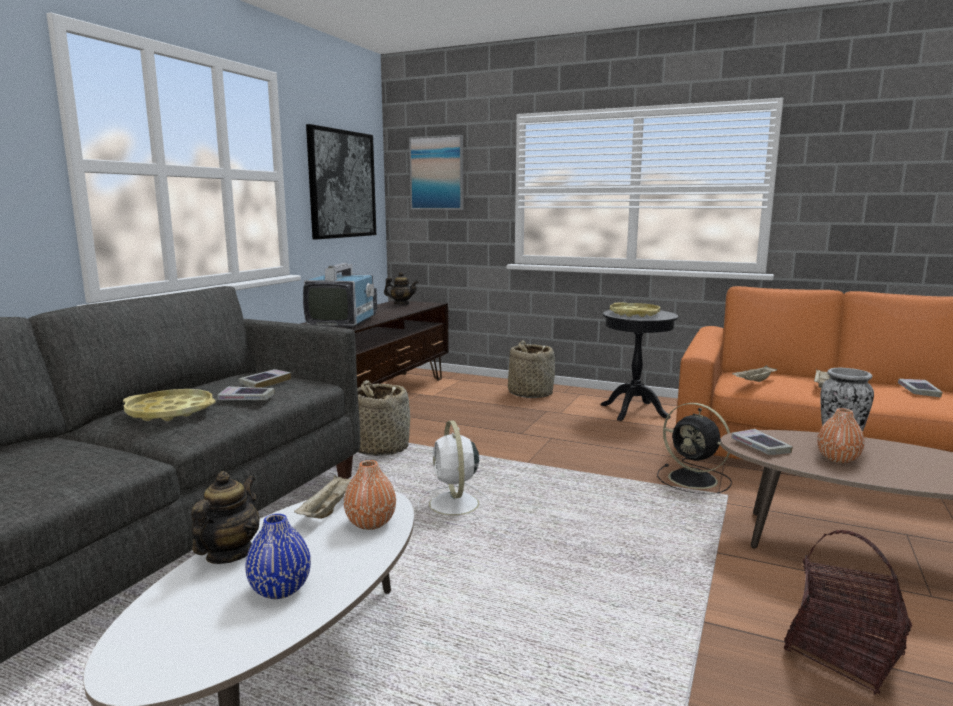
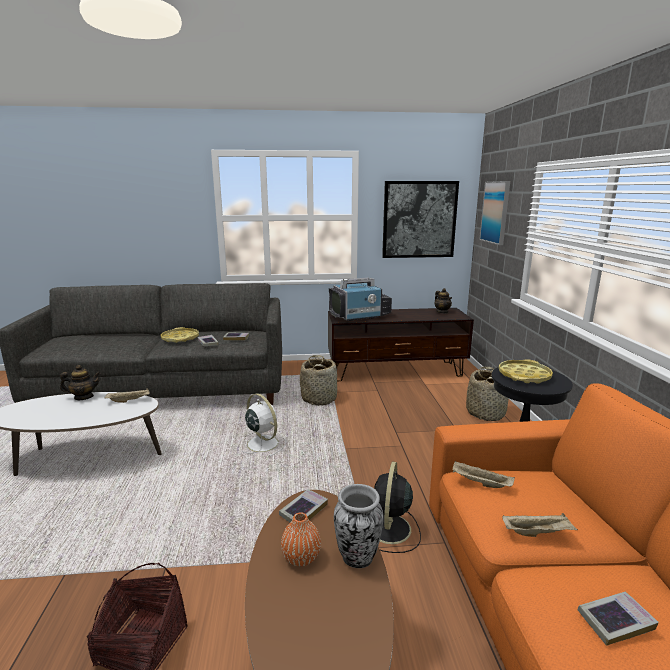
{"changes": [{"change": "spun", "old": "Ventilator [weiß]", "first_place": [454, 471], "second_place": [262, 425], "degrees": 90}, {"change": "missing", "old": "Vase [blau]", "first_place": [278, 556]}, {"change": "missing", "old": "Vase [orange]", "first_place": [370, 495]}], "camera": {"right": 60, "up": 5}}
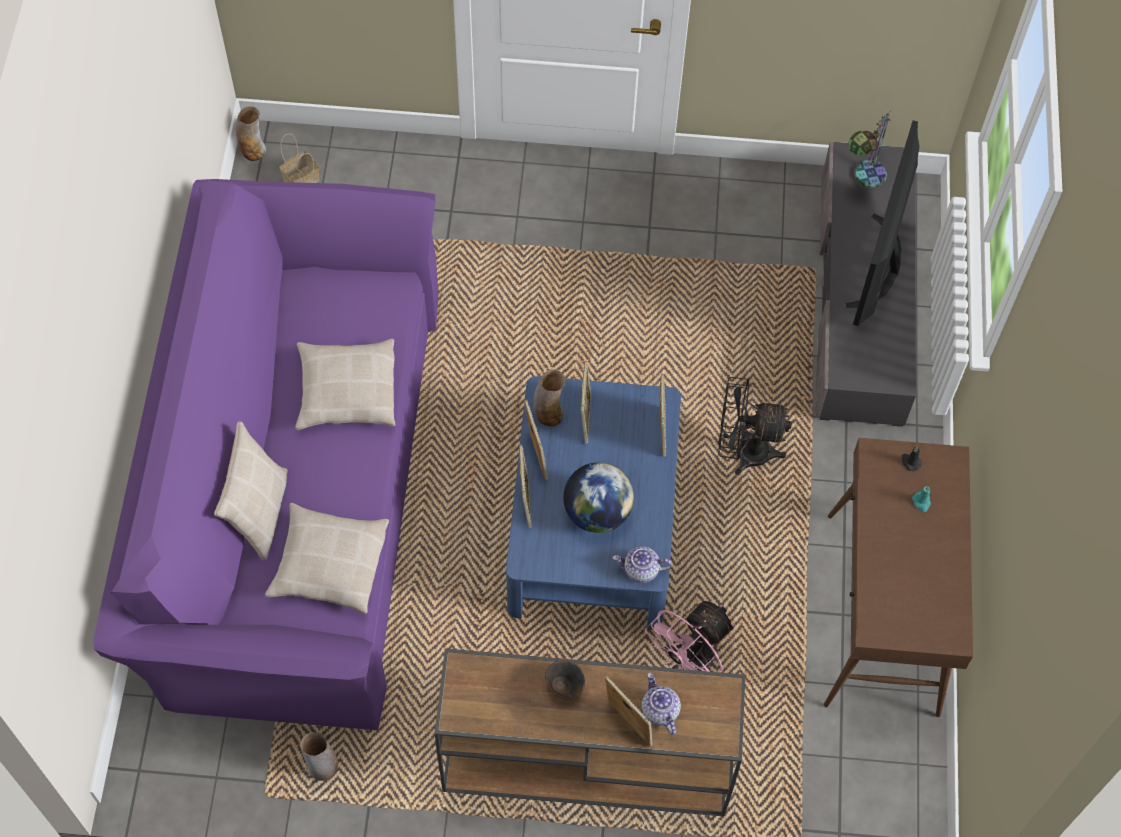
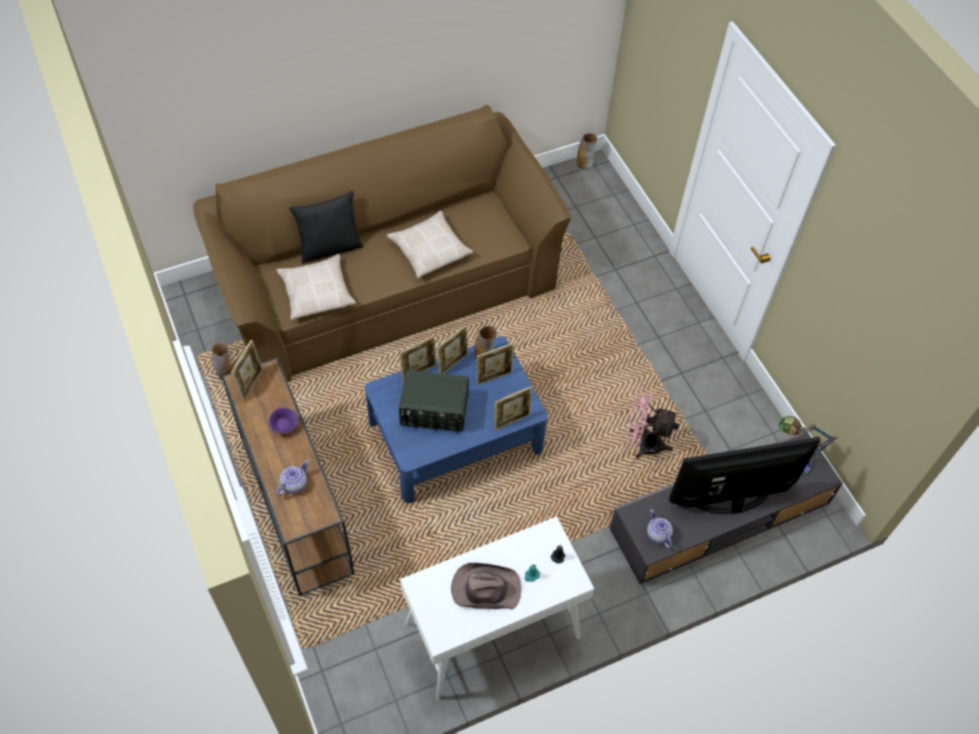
{"changes": [{"change": "colour", "old": "Sofa [lila]", "new": "Sofa [braun]", "first_place": [266, 454], "second_place": [382, 243]}, {"change": "relocated", "old": "Bilderrahmen", "first_place": [629, 711], "second_place": [247, 370]}, {"change": "colour", "old": "Schüssel [braun]", "new": "Schüssel [lila]", "first_place": [565, 679], "second_place": [283, 421]}, {"change": "colour", "old": "Kissen [beige]", "new": "Kissen [schwarz]", "first_place": [251, 490], "second_place": [326, 227]}, {"change": "exchanged", "old": "Globus", "new": "Radio", "first_place": [598, 497], "second_place": [434, 401]}, {"change": "colour", "old": "Konsolentisch [braun]", "new": "Konsolentisch [weiß]", "first_place": [898, 577], "second_place": [497, 608]}, {"change": "appeared", "new": "Hut [braun]", "second_place": [486, 586]}, {"change": "relocated", "old": "Ventilator [rosa]", "first_place": [690, 636], "second_place": [652, 423]}, {"change": "relocated", "old": "Teekanne", "first_place": [642, 564], "second_place": [660, 528]}, {"change": "missing", "old": "Korb", "first_place": [299, 158]}, {"change": "missing", "old": "Ventilator [schwarz]", "first_place": [755, 426]}], "camera": {"right": 60, "up": -5}}
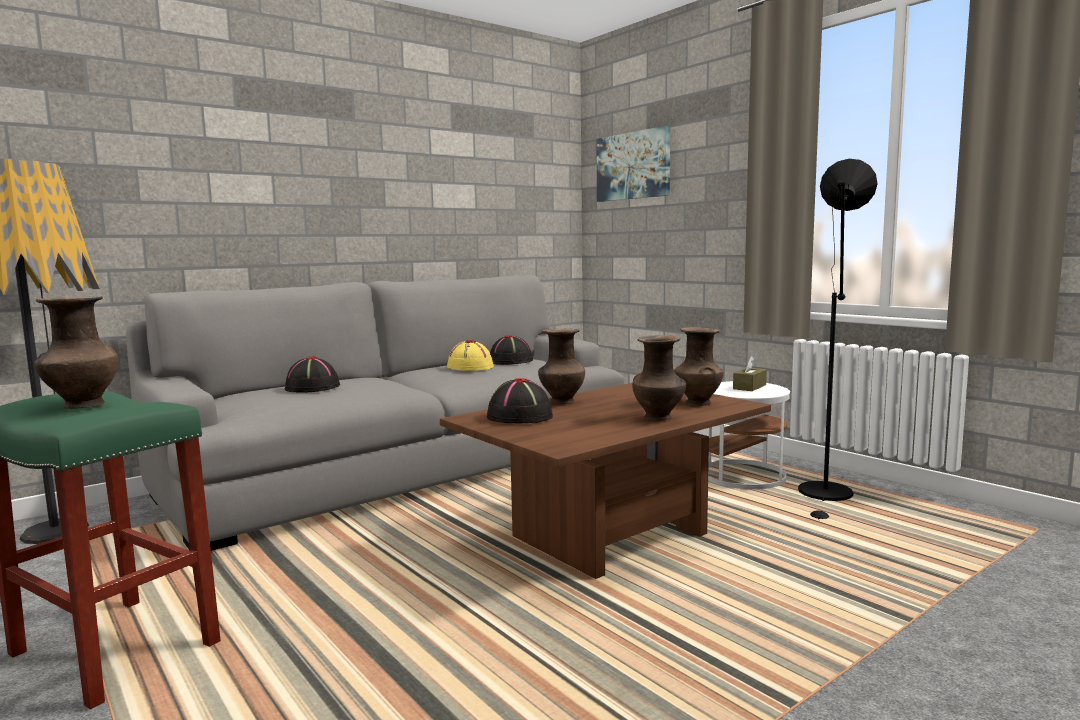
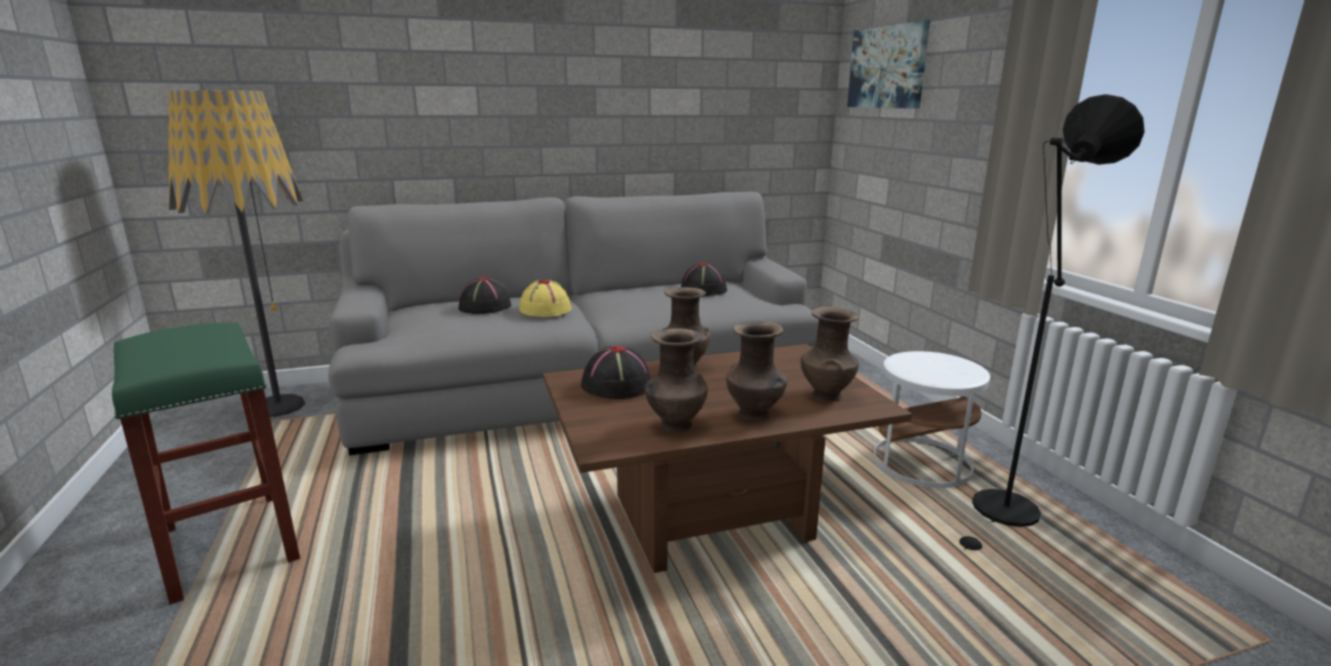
{"changes": [{"change": "relocated", "old": "Hut [gelb]", "first_place": [470, 355], "second_place": [545, 298]}, {"change": "relocated", "old": "Vase [braun]", "first_place": [76, 352], "second_place": [676, 380]}, {"change": "missing", "old": "Taschentuchbox [braun]", "first_place": [750, 373]}], "camera": {"right": 20, "up": 10}}
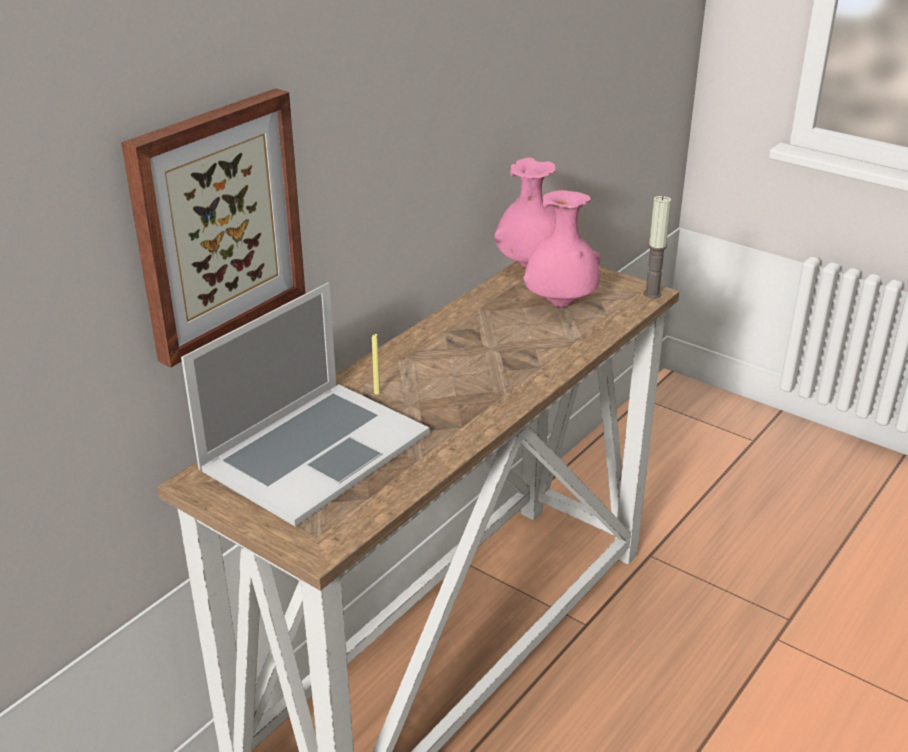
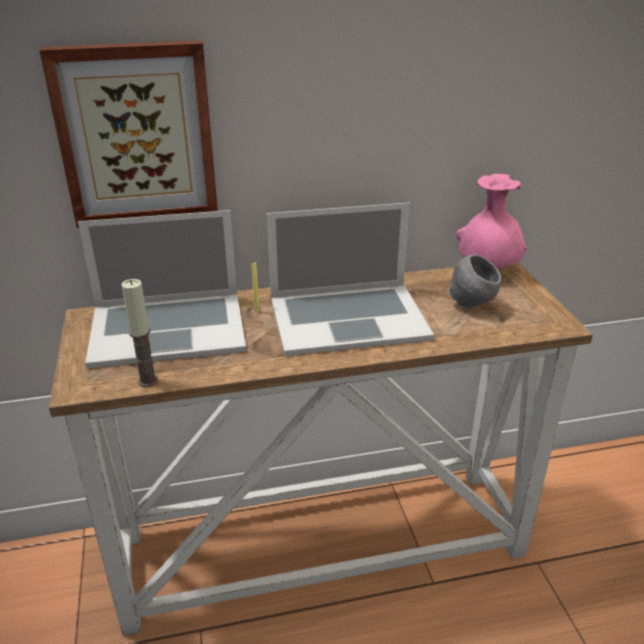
{"changes": [{"change": "relocated", "old": "Kerze", "first_place": [657, 247], "second_place": [139, 333]}, {"change": "appeared", "new": "Laptop", "second_place": [350, 279]}, {"change": "exchanged", "old": "Vase [rosa]", "new": "Schüssel [grau]", "first_place": [561, 248], "second_place": [475, 281]}], "camera": {"right": 40, "up": 0}}
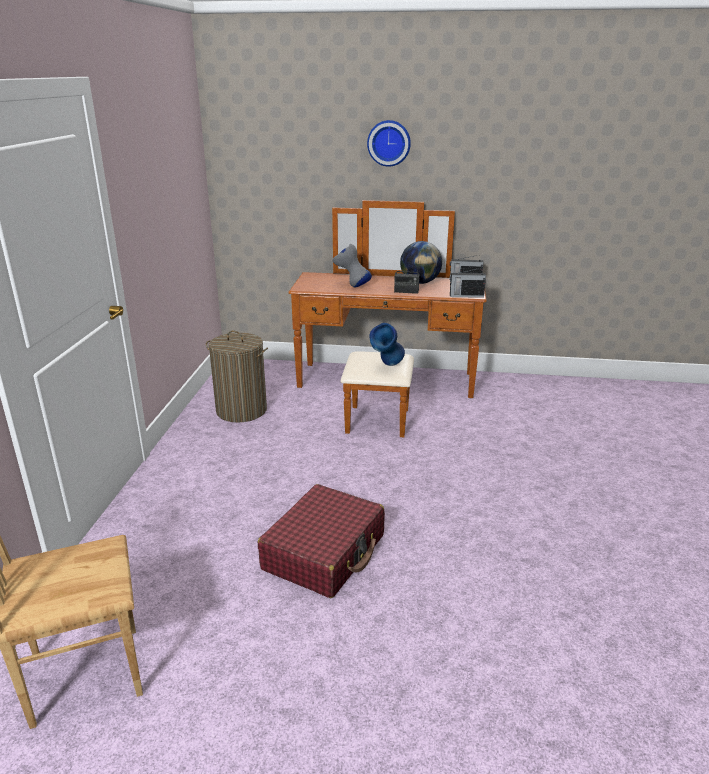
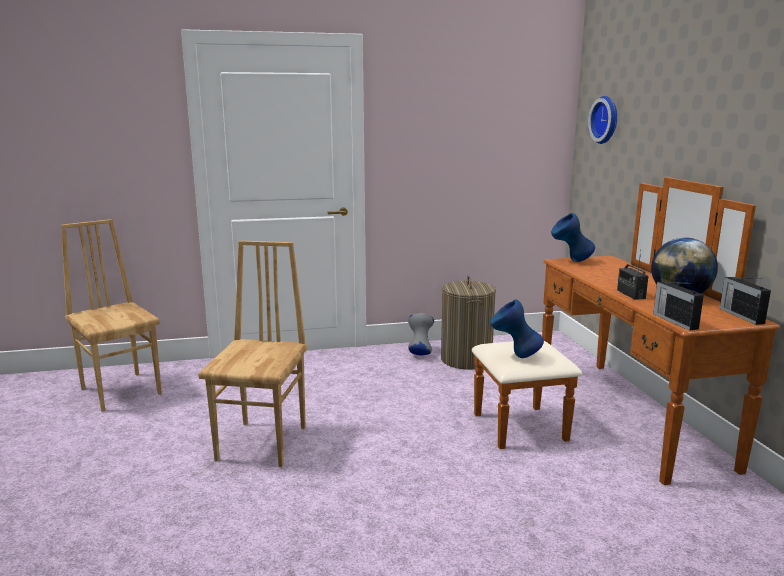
{"changes": [{"change": "exchanged", "old": "Koffer [rot]", "new": "Stuhl [braun]", "first_place": [321, 541], "second_place": [253, 354]}, {"change": "relocated", "old": "Vase [grau]", "first_place": [352, 265], "second_place": [421, 334]}, {"change": "appeared", "new": "Vase [blau]", "second_place": [573, 237]}, {"change": "relocated", "old": "Wanduhr", "first_place": [389, 143], "second_place": [602, 120]}], "camera": {"right": 70, "up": -10}}
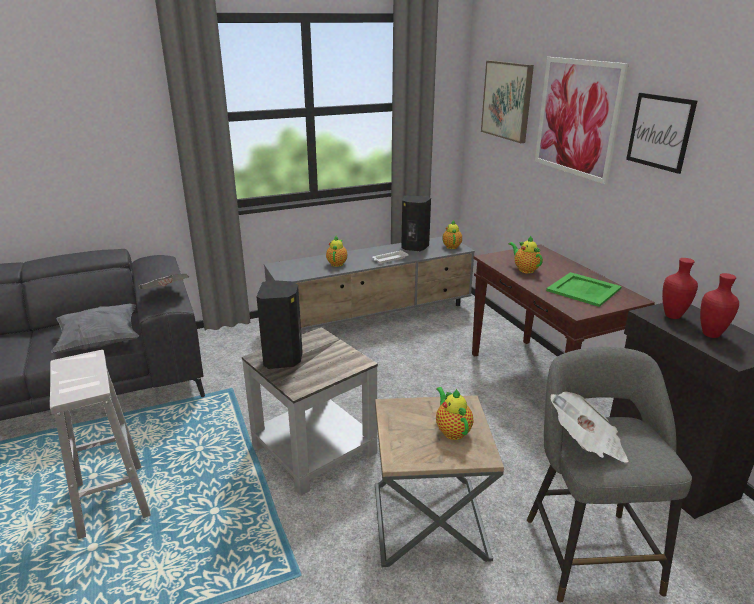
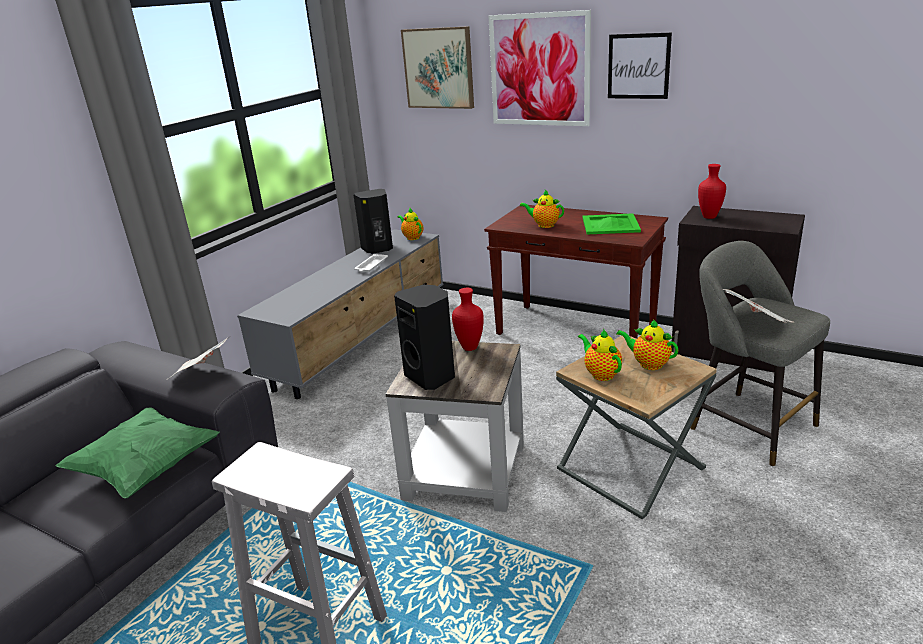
{"changes": [{"change": "colour", "old": "Kissen [grau]", "new": "Kissen [grün]", "first_place": [95, 328], "second_place": [137, 452]}, {"change": "relocated", "old": "Vase [rot]", "first_place": [719, 305], "second_place": [468, 319]}, {"change": "relocated", "old": "Teekanne", "first_place": [336, 251], "second_place": [600, 355]}], "camera": {"right": -35, "up": 0}}
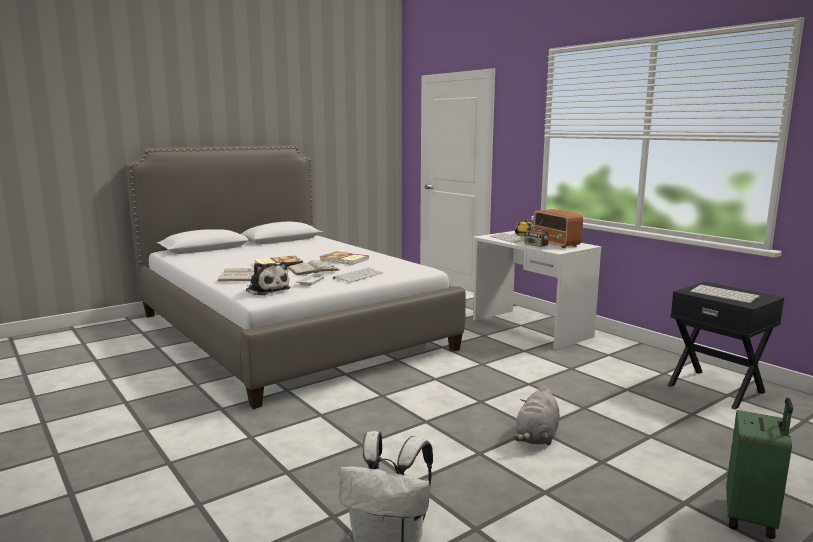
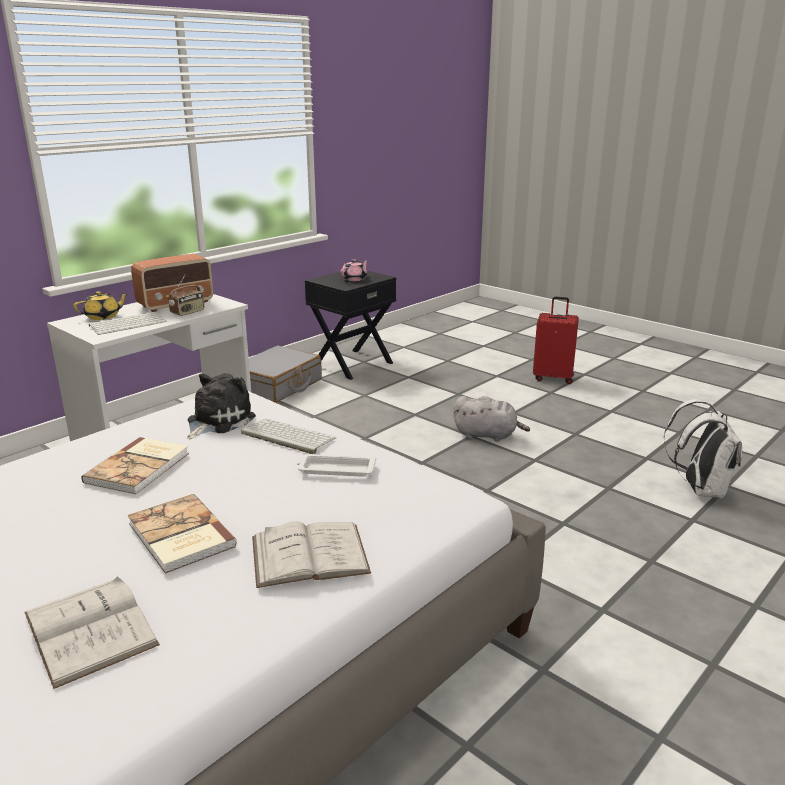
{"changes": [{"change": "relocated", "old": "Buch [weiß]", "first_place": [314, 267], "second_place": [92, 633]}, {"change": "relocated", "old": "Plüschtier", "first_place": [268, 279], "second_place": [221, 406]}, {"change": "appeared", "new": "Koffer [grau]", "second_place": [285, 374]}, {"change": "exchanged", "old": "Tastatur", "new": "Teekanne [rosa]", "first_place": [725, 294], "second_place": [354, 270]}, {"change": "colour", "old": "Koffer [grün]", "new": "Koffer [rot]", "first_place": [759, 468], "second_place": [556, 340]}], "camera": {"right": -100, "up": 10}}
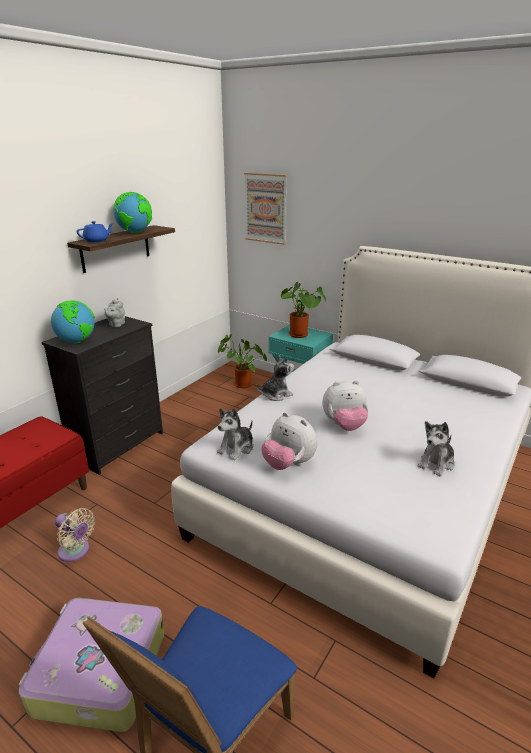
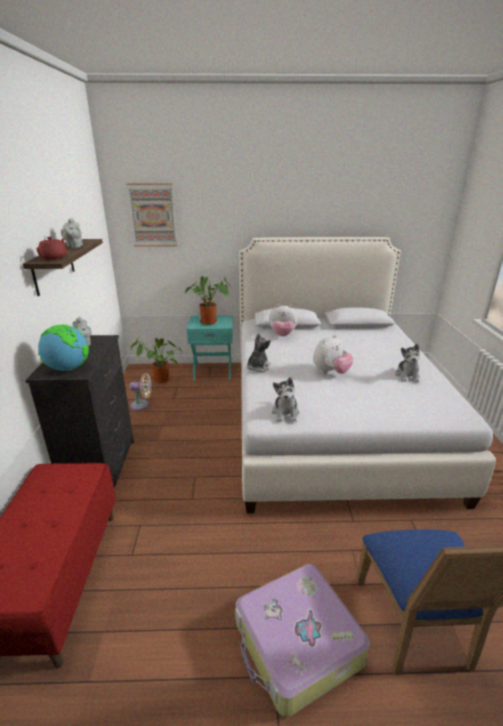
{"changes": [{"change": "colour", "old": "Teekanne [blau]", "new": "Teekanne [rot]", "first_place": [95, 231], "second_place": [51, 248]}, {"change": "exchanged", "old": "Globus", "new": "Teekanne [grau]", "first_place": [132, 212], "second_place": [72, 233]}, {"change": "relocated", "old": "Ventilator [beige]", "first_place": [75, 535], "second_place": [140, 392]}, {"change": "relocated", "old": "Plüschtier", "first_place": [289, 441], "second_place": [283, 320]}], "camera": {"right": -35, "up": 0}}
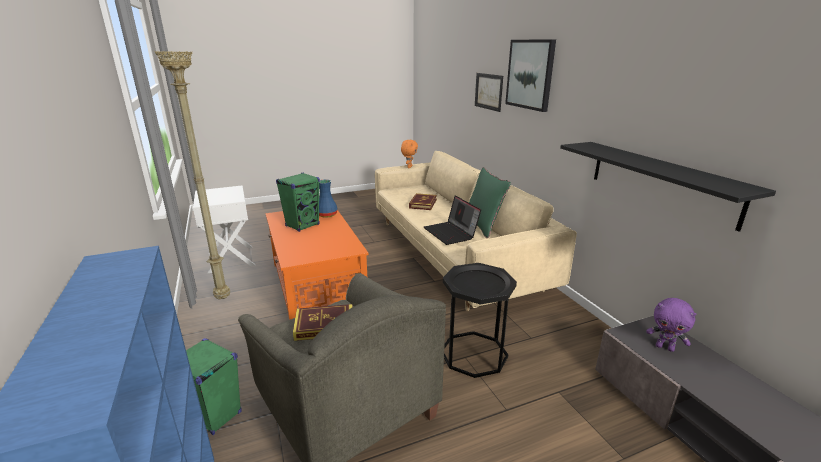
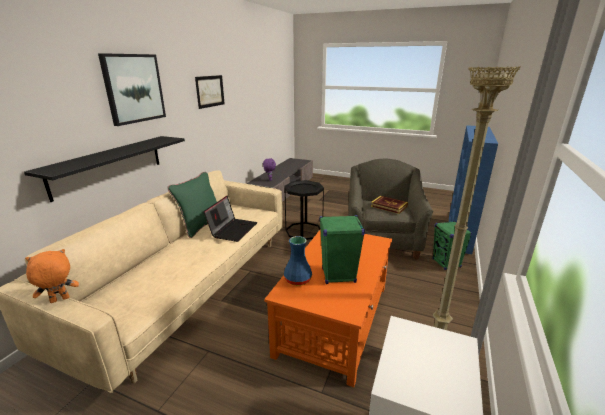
{"changes": [{"change": "relocated", "old": "Wandregal [schwarz]", "first_place": [668, 187], "second_place": [104, 169]}, {"change": "relocated", "old": "Bild", "first_place": [489, 92], "second_place": [210, 92]}, {"change": "missing", "old": "Buch", "first_place": [423, 201]}], "camera": {"right": -135, "up": 0}}
